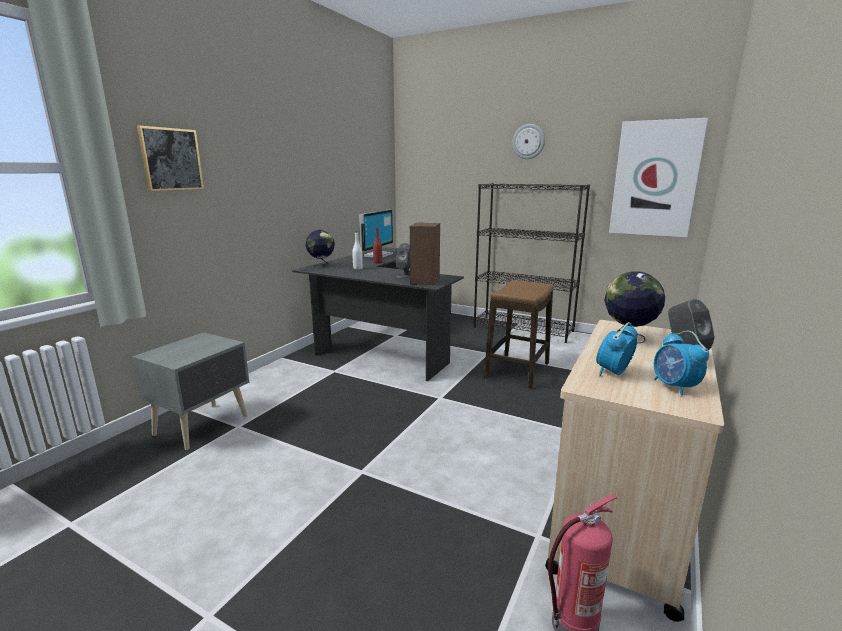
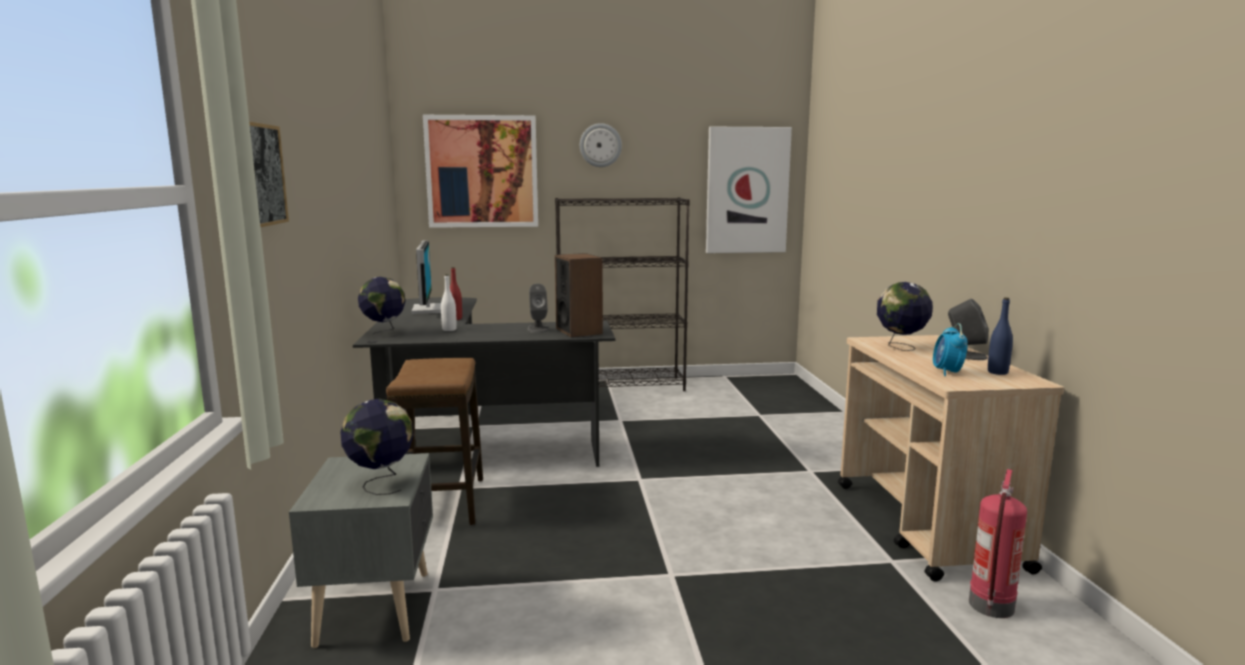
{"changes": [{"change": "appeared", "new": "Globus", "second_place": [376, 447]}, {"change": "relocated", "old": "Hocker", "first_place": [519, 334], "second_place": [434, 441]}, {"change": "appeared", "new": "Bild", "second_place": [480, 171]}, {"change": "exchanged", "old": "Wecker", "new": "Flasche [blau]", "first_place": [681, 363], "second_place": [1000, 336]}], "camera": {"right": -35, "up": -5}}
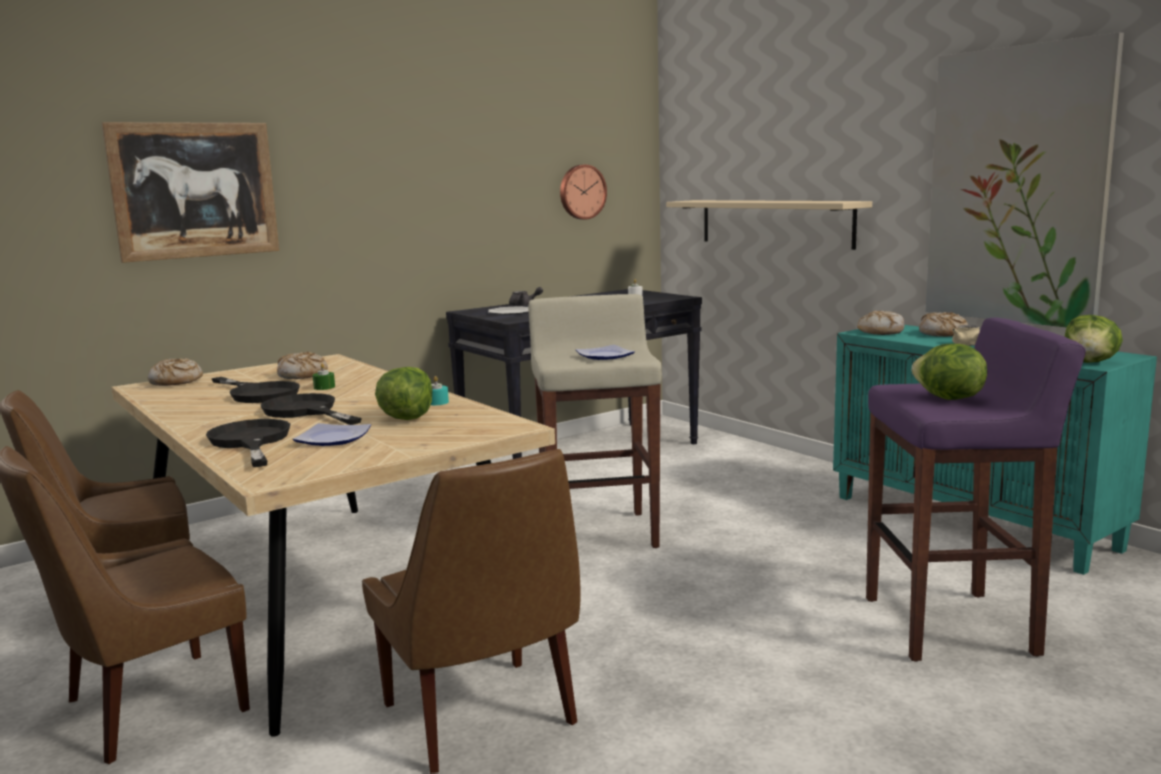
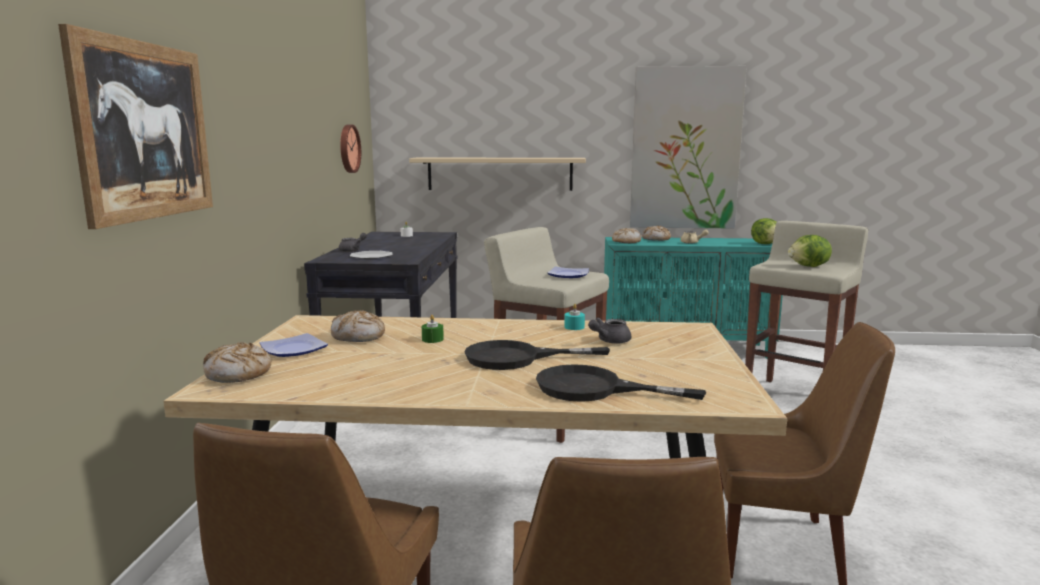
{"changes": [{"change": "relocated", "old": "Teller", "first_place": [331, 434], "second_place": [293, 345]}, {"change": "exchanged", "old": "Salatkopf", "new": "Teekanne [grau]", "first_place": [403, 393], "second_place": [609, 330]}, {"change": "colour", "old": "Hocker [lila]", "new": "Hocker [beige]", "first_place": [976, 490], "second_place": [806, 301]}, {"change": "missing", "old": "Pfanne [schwarz]", "first_place": [256, 390]}], "camera": {"right": -50, "up": 0}}
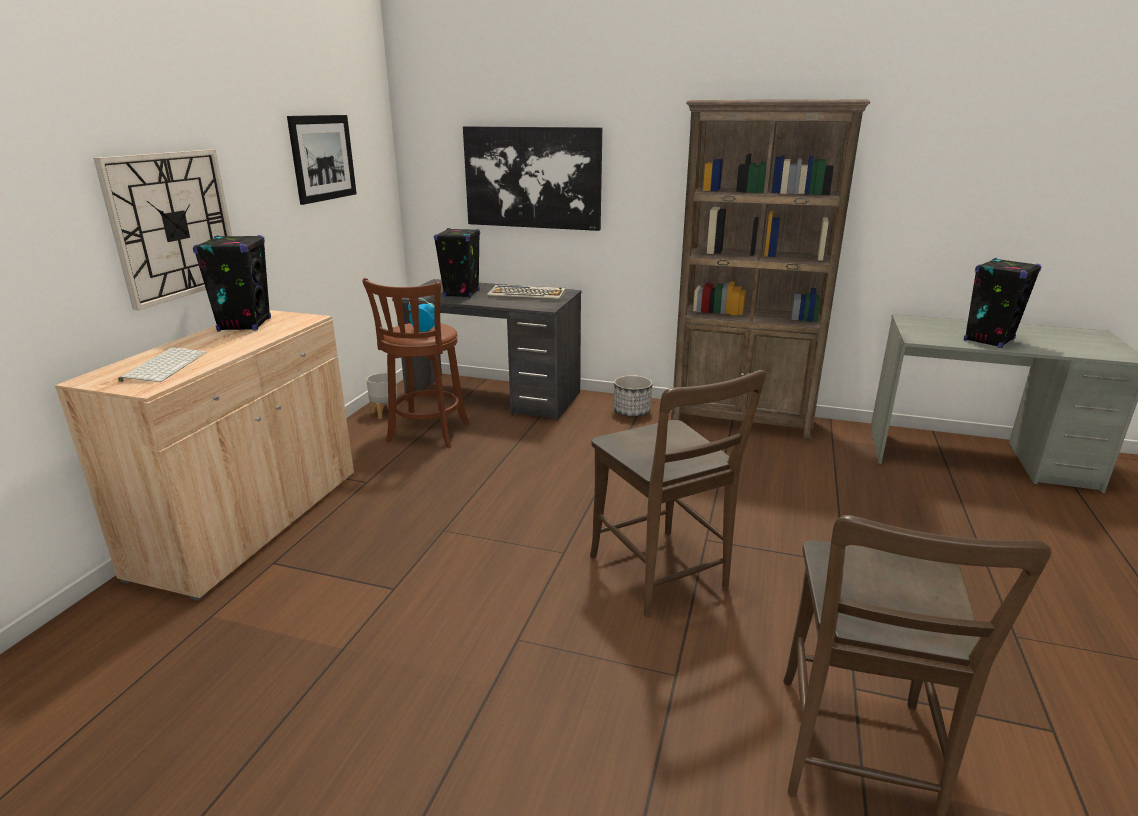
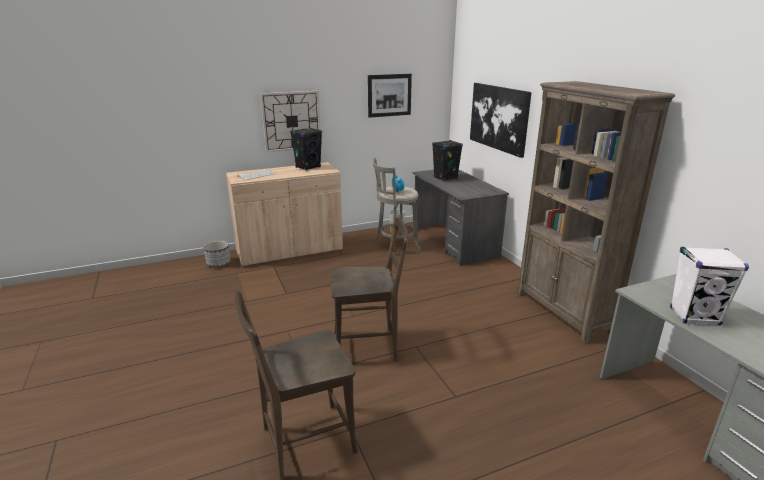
{"changes": [{"change": "relocated", "old": "Pflanzkübel", "first_place": [633, 396], "second_place": [216, 254]}, {"change": "spun", "old": "Stuhl [braun]", "first_place": [678, 493], "second_place": [369, 289], "degrees": -120}, {"change": "colour", "old": "Hocker [braun]", "new": "Hocker [grau]", "first_place": [416, 363], "second_place": [396, 206]}, {"change": "colour", "old": "Lautsprecher [schwarz]", "new": "Lautsprecher [weiß]", "first_place": [1003, 303], "second_place": [709, 286]}, {"change": "missing", "old": "Tastatur", "first_place": [526, 293]}], "camera": {"right": 50, "up": 0}}
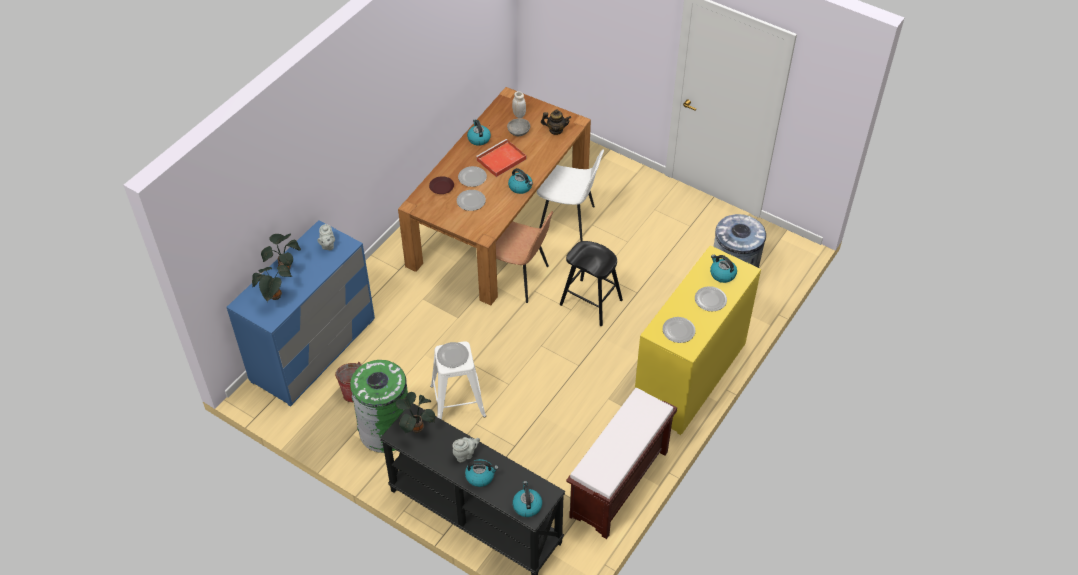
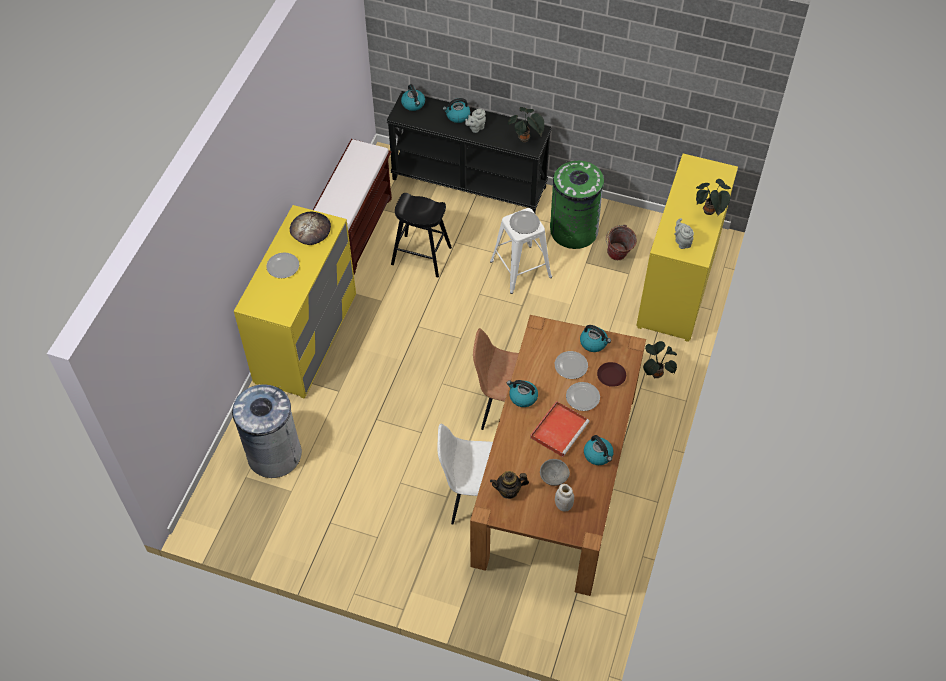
{"changes": [{"change": "exchanged", "old": "Teller", "new": "Brot", "first_place": [678, 330], "second_place": [310, 228]}, {"change": "relocated", "old": "Hocker [schwarz]", "first_place": [591, 283], "second_place": [421, 235]}, {"change": "relocated", "old": "Wasserkessel", "first_place": [723, 269], "second_place": [595, 338]}, {"change": "colour", "old": "Kommode [blau]", "new": "Kommode [gelb]", "first_place": [300, 313], "second_place": [687, 248]}, {"change": "relocated", "old": "Topfpflanze", "first_place": [272, 283], "second_place": [660, 359]}], "camera": {"right": 165, "up": 5}}
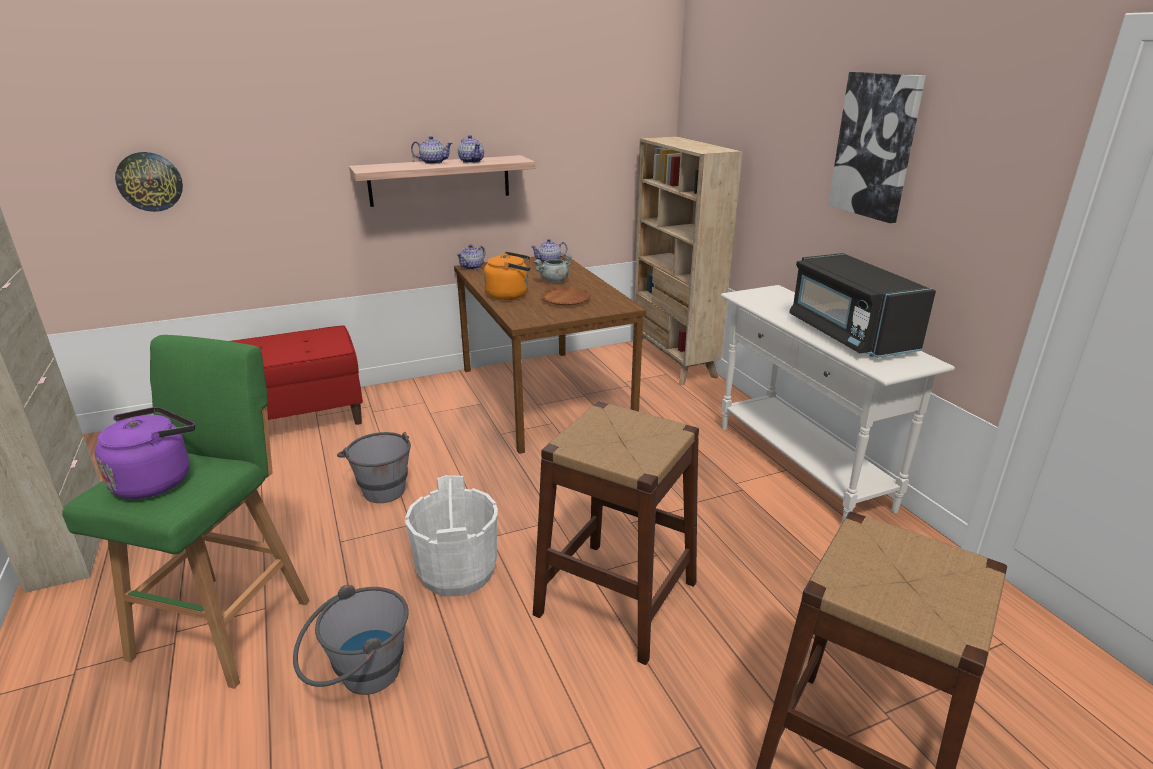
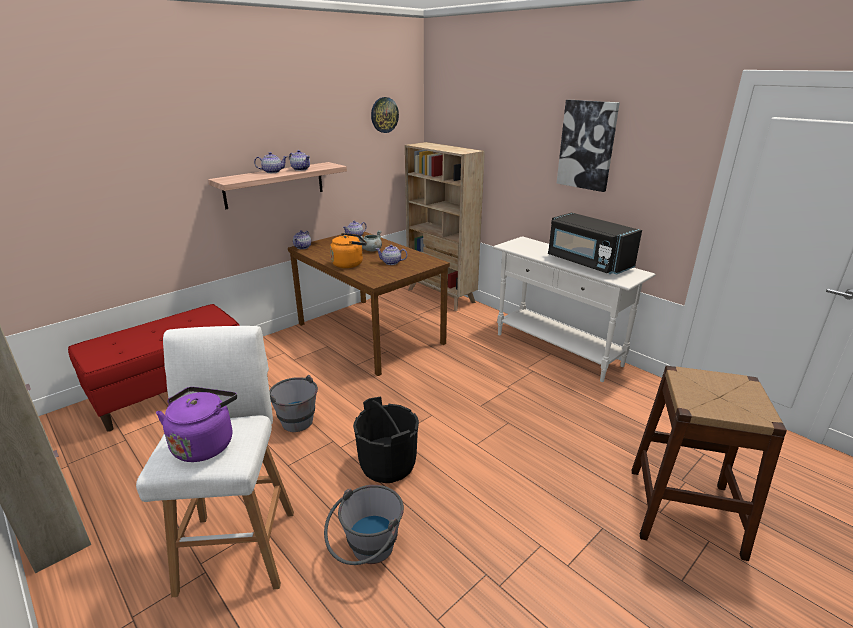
{"changes": [{"change": "colour", "old": "Hocker [grün]", "new": "Hocker [weiß]", "first_place": [186, 512], "second_place": [215, 461]}, {"change": "colour", "old": "Eimer [weiß]", "new": "Eimer [schwarz]", "first_place": [451, 536], "second_place": [386, 439]}, {"change": "relocated", "old": "Wanduhr", "first_place": [149, 182], "second_place": [385, 115]}, {"change": "exchanged", "old": "Teller [braun]", "new": "Teekanne", "first_place": [566, 296], "second_place": [391, 255]}, {"change": "missing", "old": "Hocker [braun]", "first_place": [616, 533]}], "camera": {"right": -20, "up": 0}}
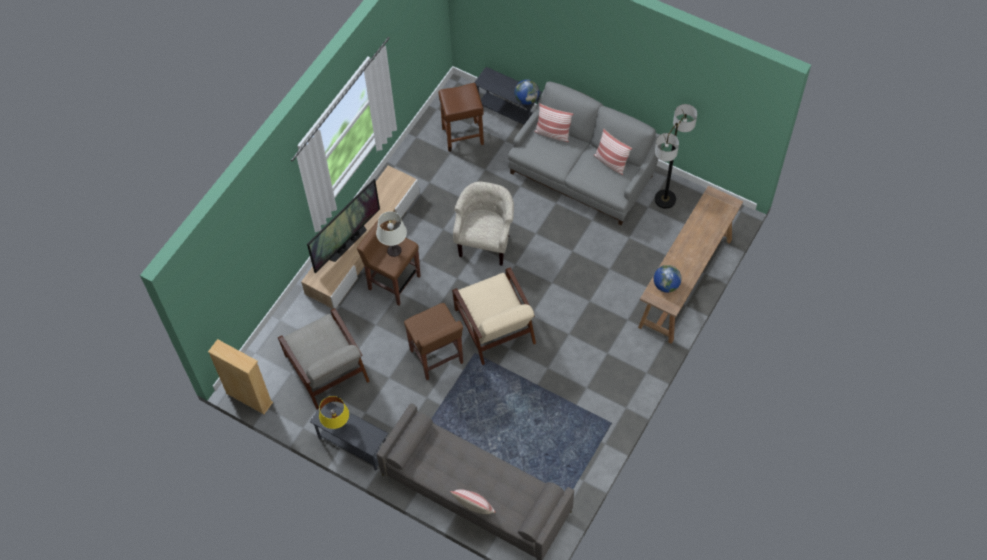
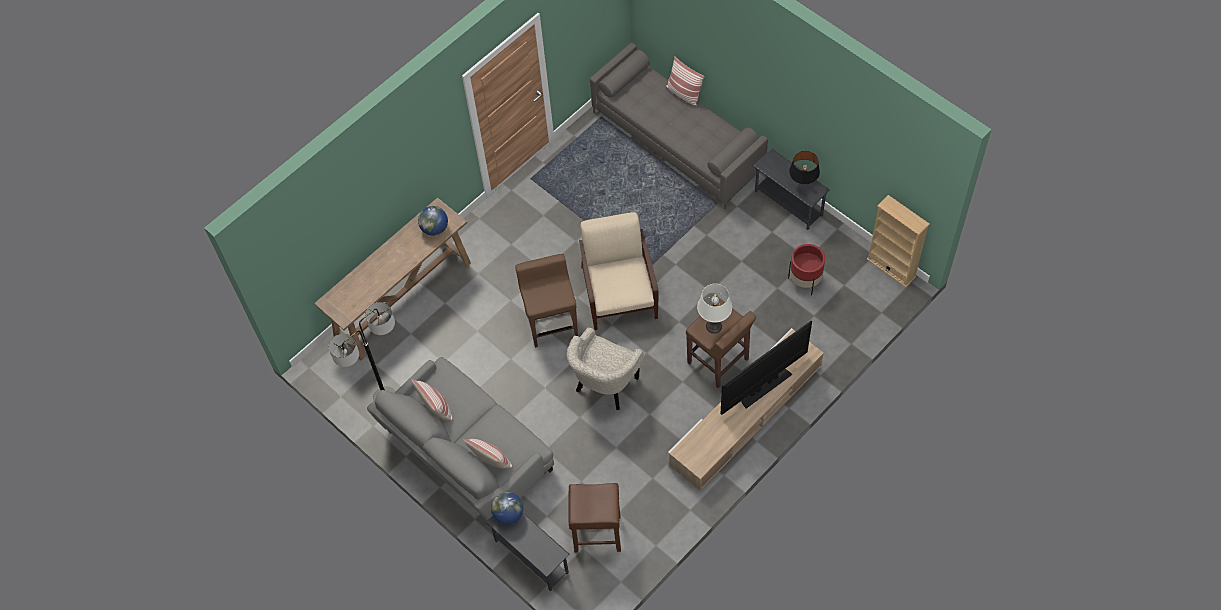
{"changes": [{"change": "relocated", "old": "Hocker [braun]", "first_place": [433, 341], "second_place": [546, 301]}, {"change": "exchanged", "old": "Sessel [grau]", "new": "Pflanzkübel [rot]", "first_place": [324, 358], "second_place": [806, 269]}, {"change": "colour", "old": "Tischlampe [gelb]", "new": "Tischlampe [schwarz]", "first_place": [334, 412], "second_place": [804, 167]}], "camera": {"right": -165, "up": 0}}
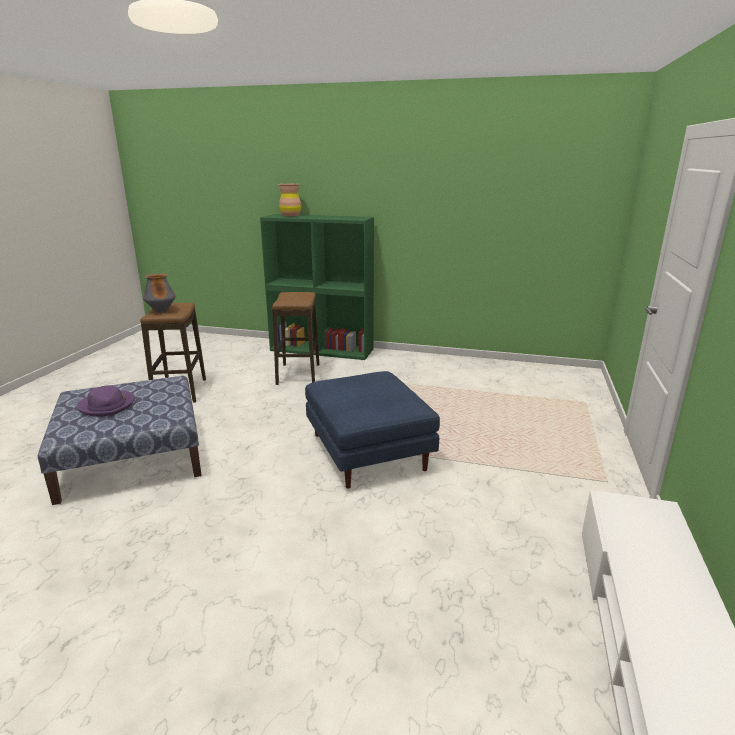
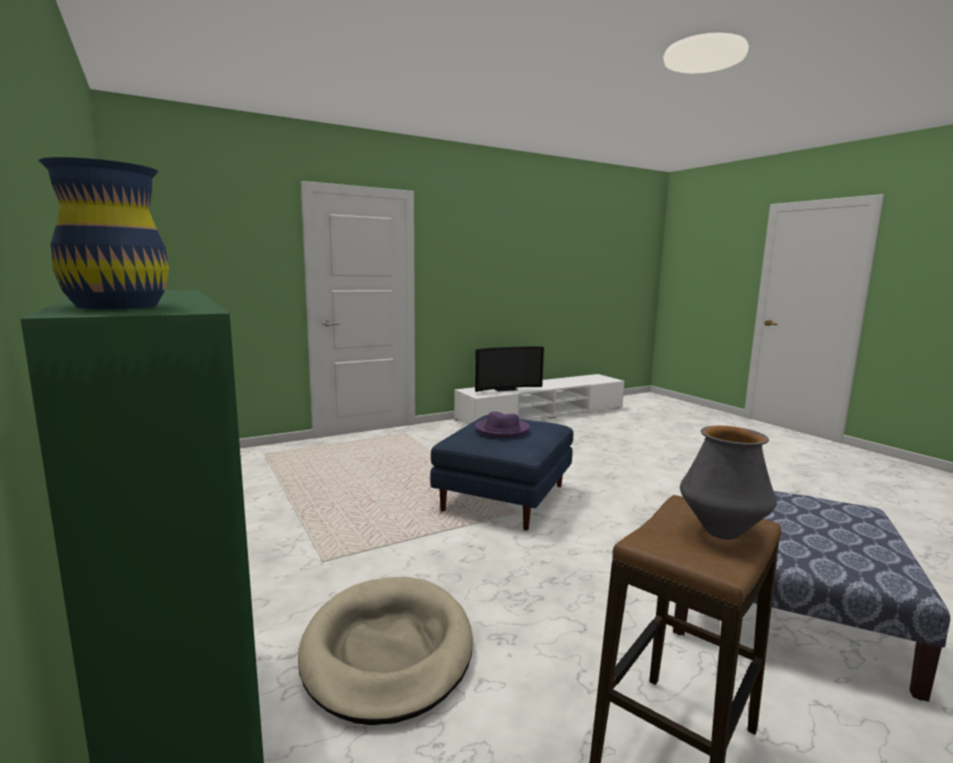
{"changes": [{"change": "colour", "old": "Vase [braun]", "new": "Vase [blau]", "first_place": [289, 200], "second_place": [104, 233]}, {"change": "exchanged", "old": "Hocker", "new": "Hundebett [beige]", "first_place": [295, 338], "second_place": [385, 651]}, {"change": "appeared", "new": "Fernseher", "second_place": [509, 369]}, {"change": "relocated", "old": "Hut [lila]", "first_place": [105, 400], "second_place": [502, 424]}], "camera": {"right": -135, "up": -10}}
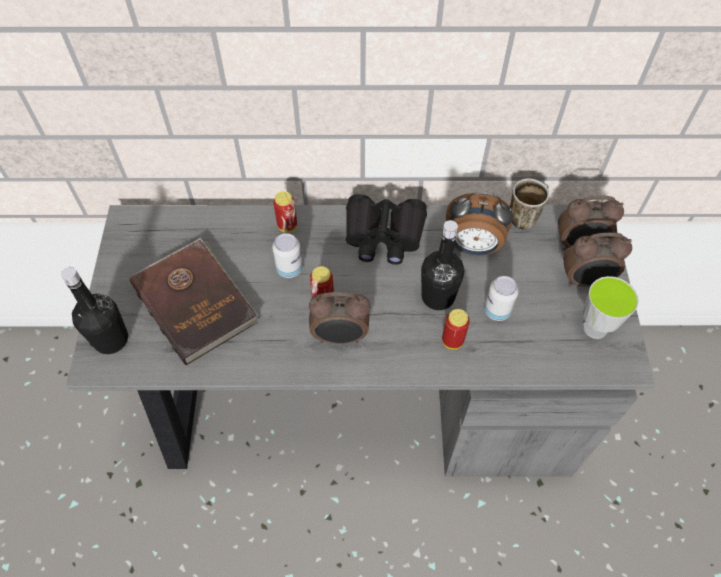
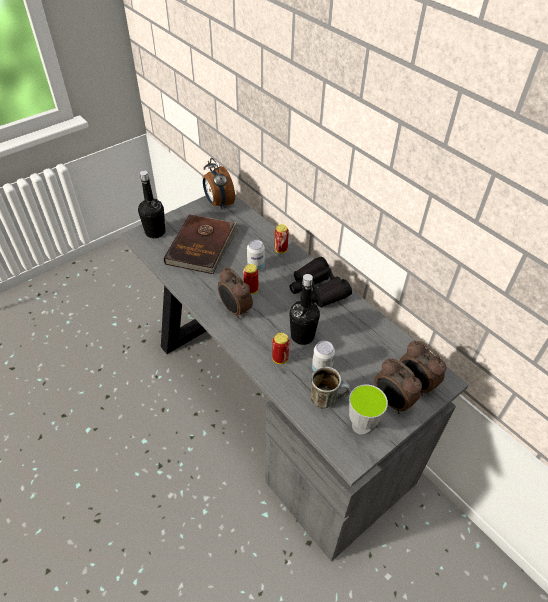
{"changes": [{"change": "relocated", "old": "Wecker", "first_place": [479, 224], "second_place": [219, 184]}, {"change": "relocated", "old": "Henkelbecher", "first_place": [529, 204], "second_place": [330, 387]}], "camera": {"right": 50, "up": -10}}
